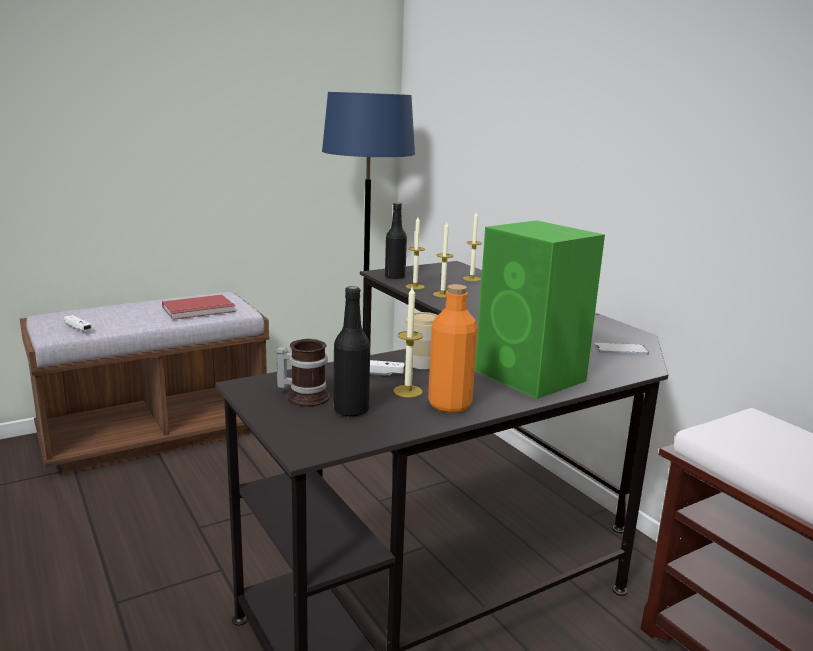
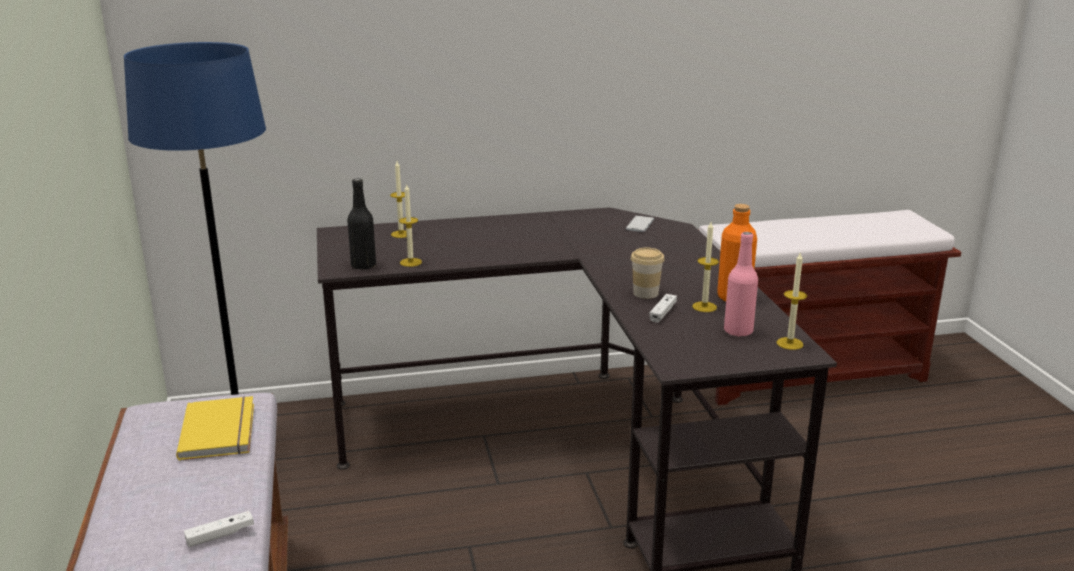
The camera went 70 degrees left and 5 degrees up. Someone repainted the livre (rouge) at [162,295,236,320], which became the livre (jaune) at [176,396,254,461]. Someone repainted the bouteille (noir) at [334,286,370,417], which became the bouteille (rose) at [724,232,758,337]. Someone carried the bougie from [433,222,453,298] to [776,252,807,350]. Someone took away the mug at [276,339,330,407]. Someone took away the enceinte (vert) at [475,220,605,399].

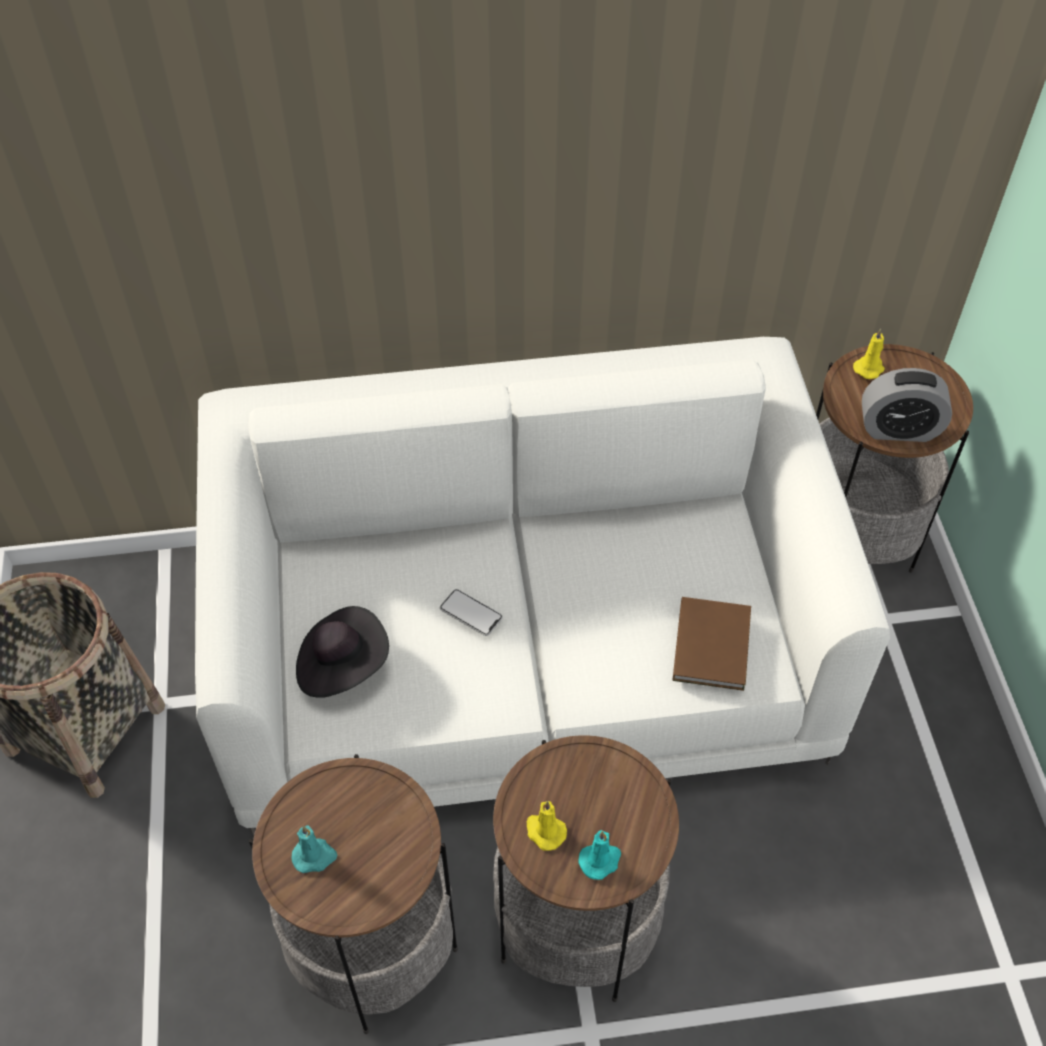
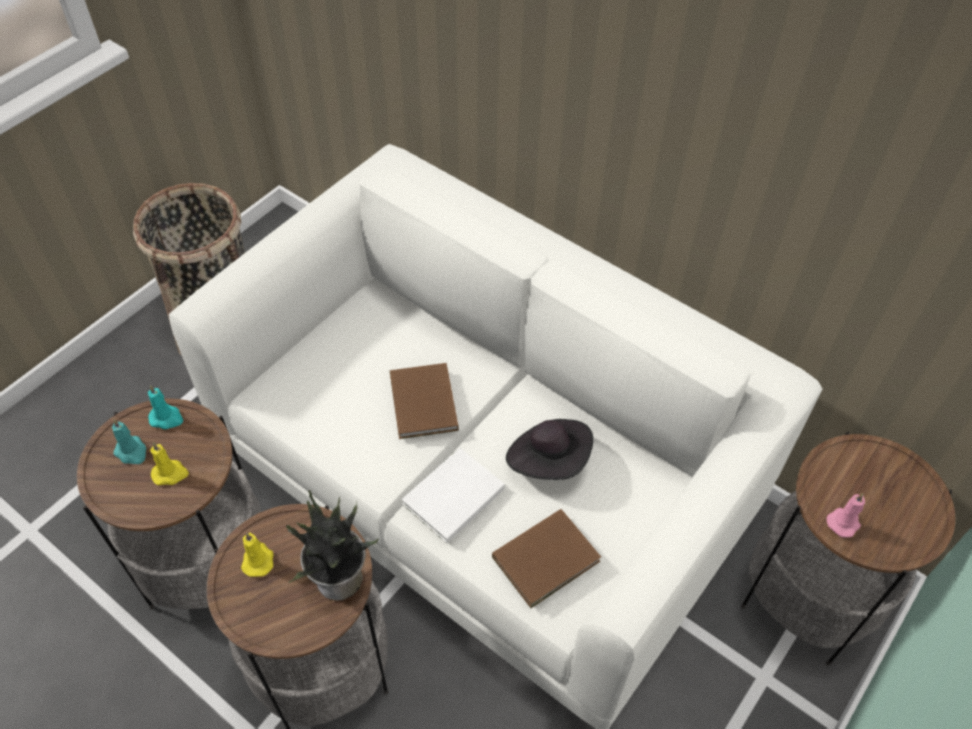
The camera went 45 degrees right and 0 degrees up. Someone carried the bougie (turquoise) from [578,830,621,880] to [148,385,183,429]. Someone carried the bougie (jaune) from [853,329,885,379] to [150,442,189,485]. Someone put down the plante en pot at [286,490,379,601]. Someone swapped the téléphone at [440,589,503,636] for the livre (marron) at [390,363,459,439]. Someone put down the livre (blanc) at [402,448,505,543]. Someone carried the chapeau (noir) from [296,606,389,698] to [506,419,594,480]. Someone swapped the réveil at [862,368,952,442] for the bougie (rose) at [827,493,865,538].

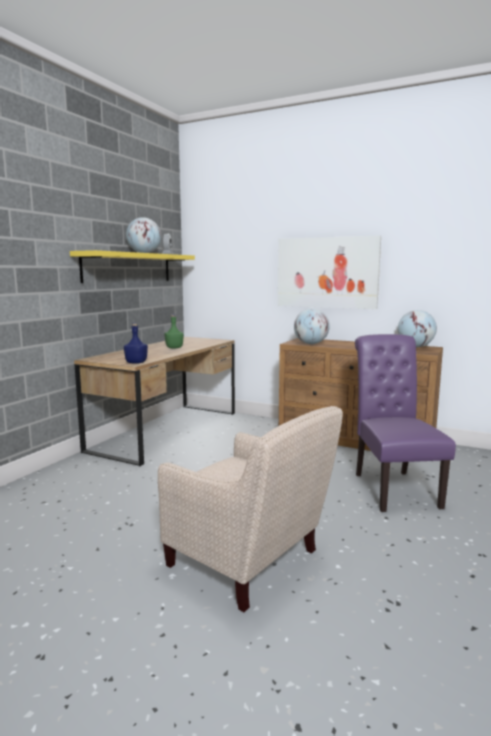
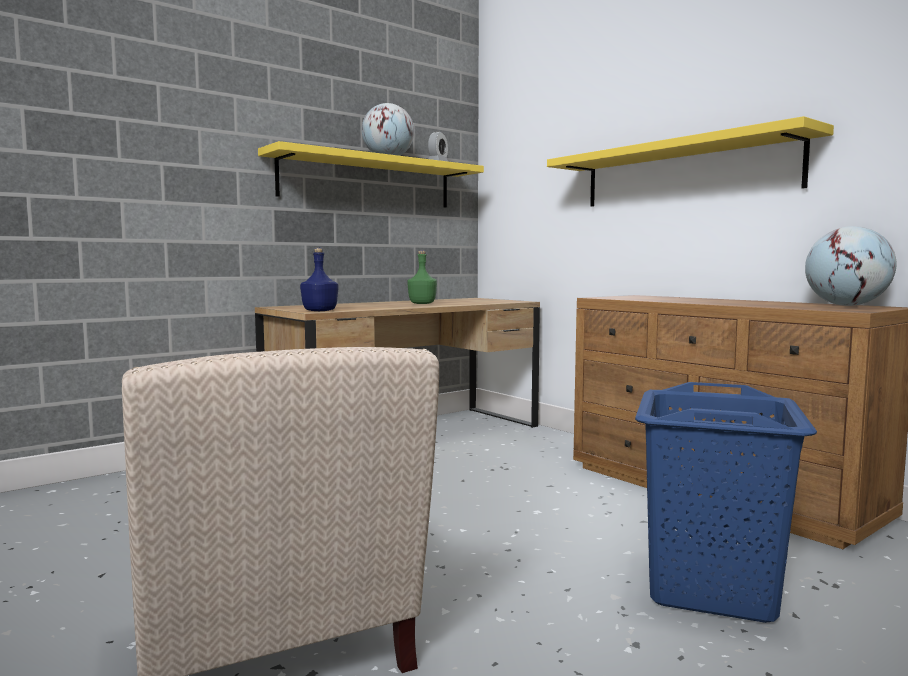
The camera went 25 degrees right and 5 degrees down. Someone swapped the tableau at [278,235,381,309] for the étagère (jaune) at [547,116,834,207]. Someone swapped the chaise (violet) at [355,334,456,512] for the panier à linge (bleu) at [635,382,817,623]. Someone took away the globe at [294,309,330,344].

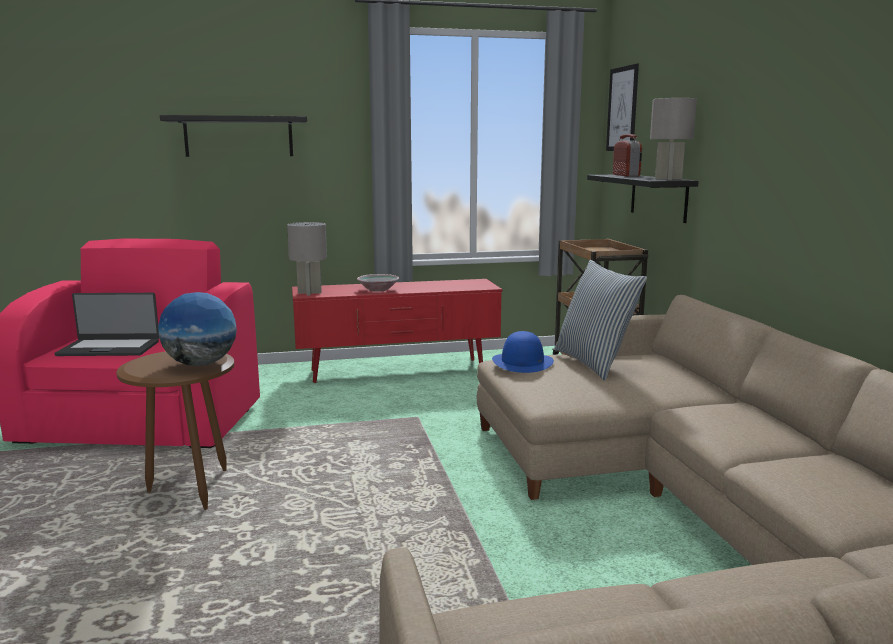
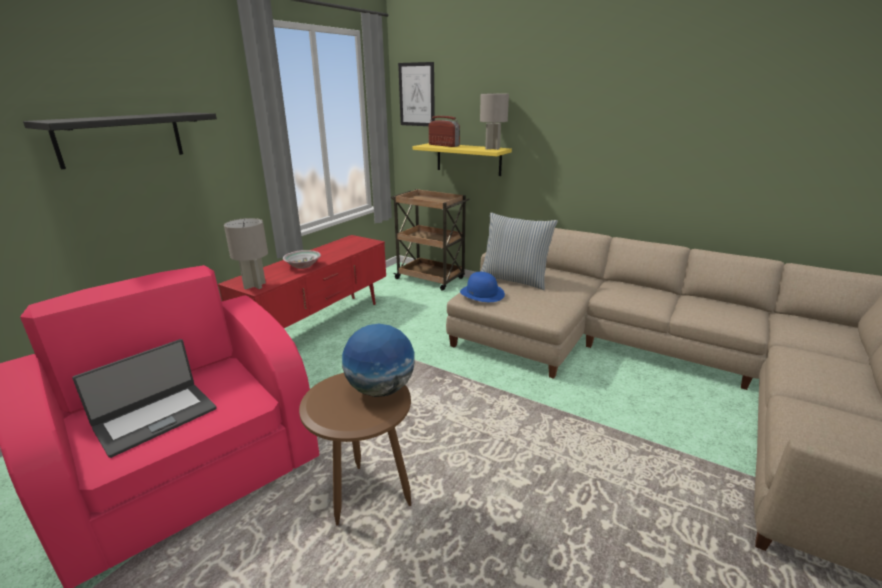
The camera went 45 degrees left and 10 degrees up. Someone repainted the étagère (noir) at [587,175,699,223], which became the étagère (jaune) at [412,143,512,176].

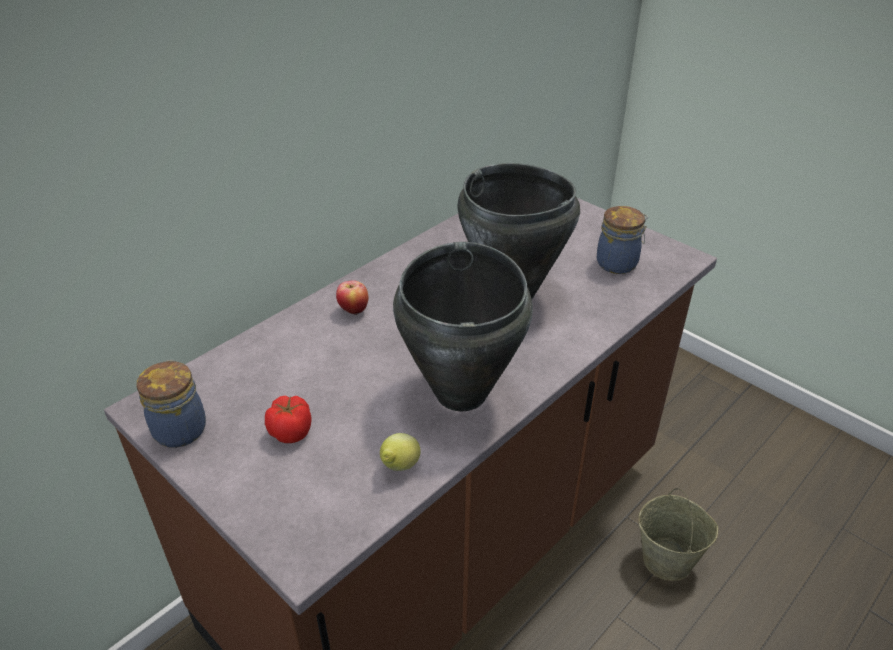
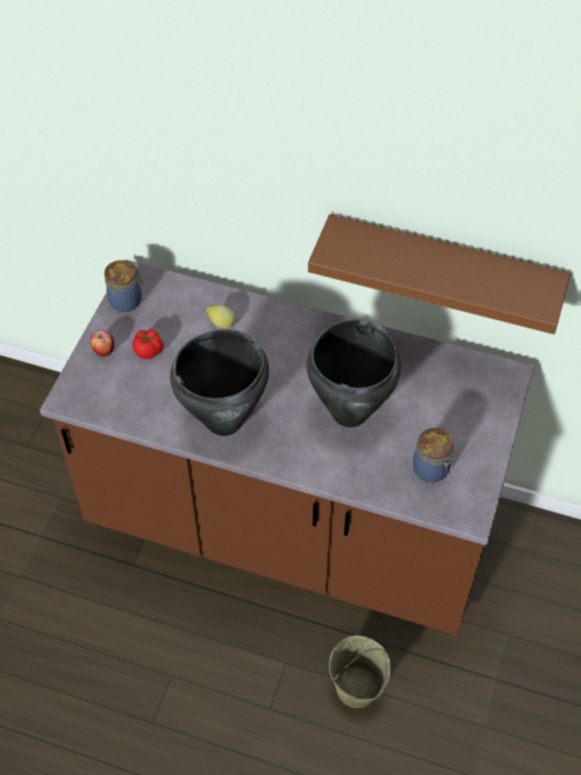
The camera went 65 degrees right and 15 degrees up. Someone carried the pomme from [336,280,368,315] to [90,330,114,357]. Someone carried the citron from [380,433,421,471] to [206,305,235,329]. Someone put up the étagère (marron) at [308,214,571,334].

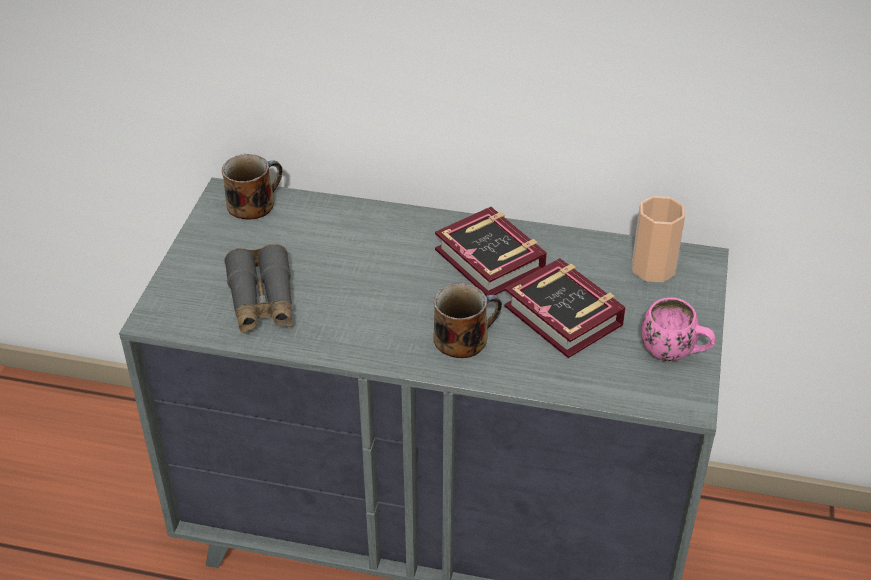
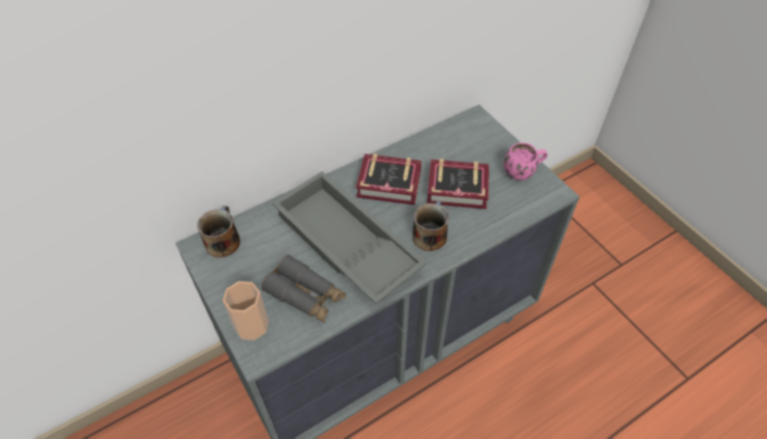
The camera went 45 degrees left and 10 degrees up. Someone carried the tasse from [632,196,685,282] to [223,281,269,340]. Someone put down the plateau (gris) at [272,171,427,304].

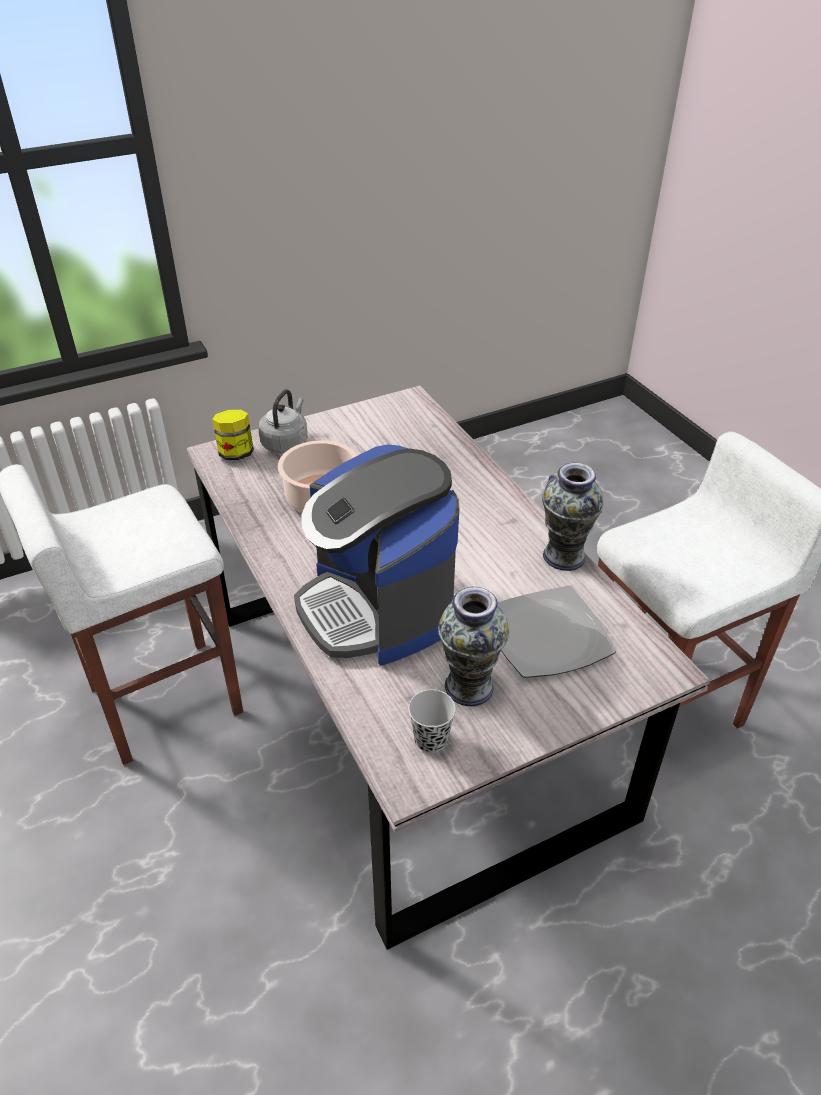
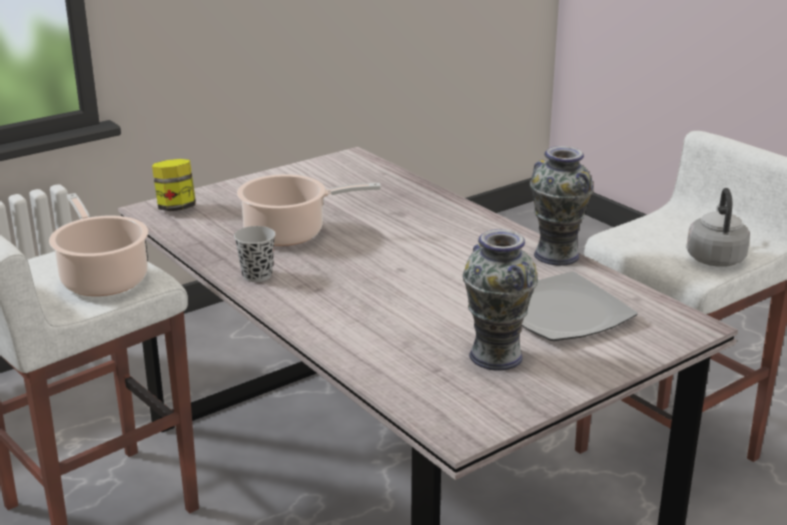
The camera went 10 degrees left and 15 degrees down. Someone put down the marmite at [49,193,148,296]. Someone carried the tasse (noir) from [408,690,456,753] to [234,226,276,282]. Someone carried the bouilloire (gris) from [258,389,308,453] to [686,188,750,267]. Someone took away the machine à café at [294,444,459,666].

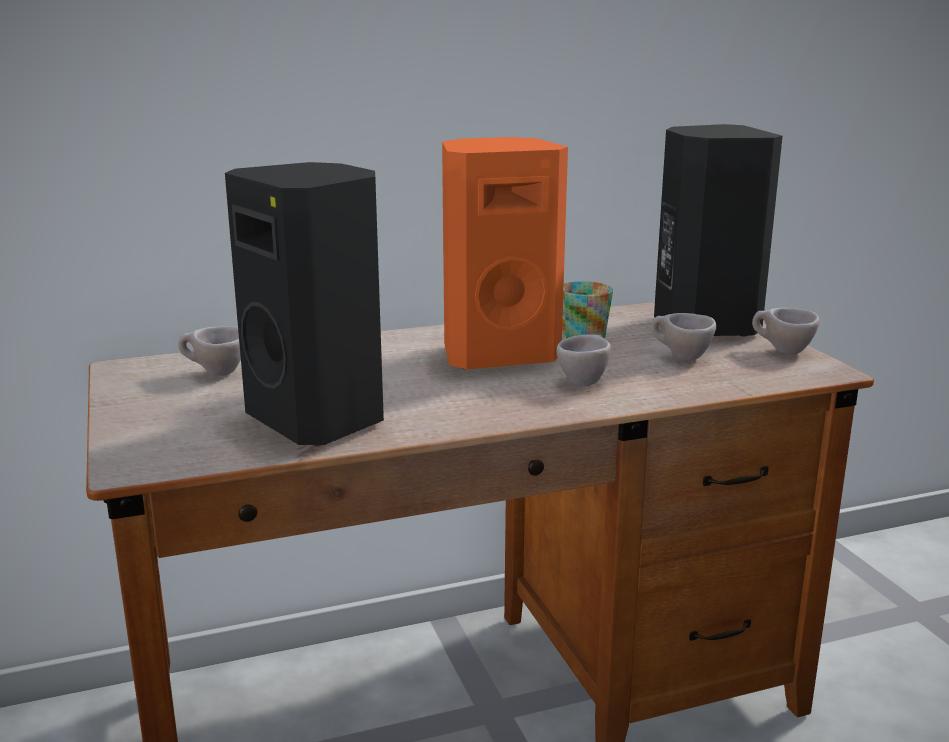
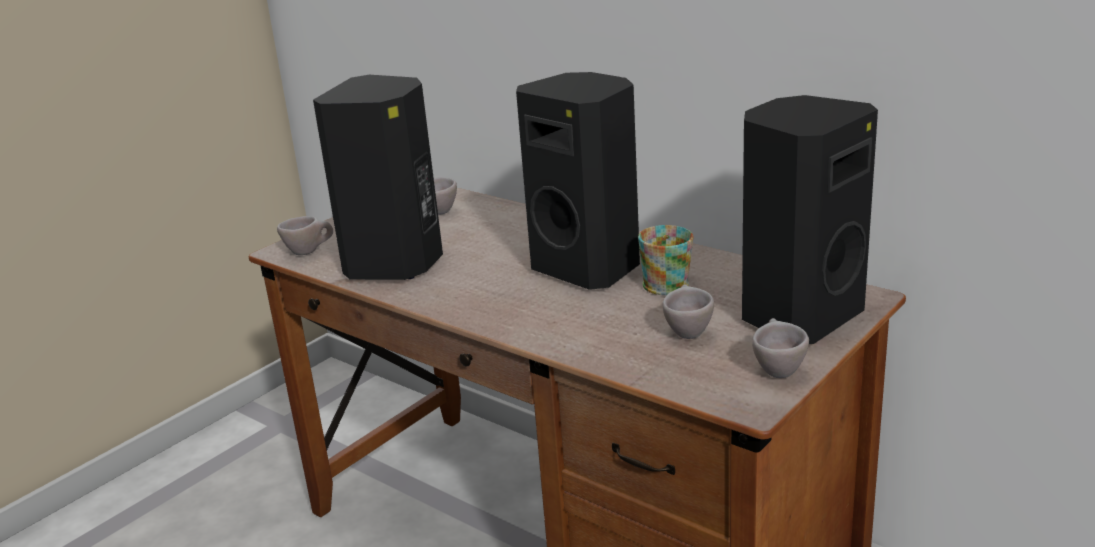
The camera went 60 degrees right and 5 degrees up. Someone carried the tasse (beige) from [557,335,611,386] to [277,216,333,255]. Someone repainted the enceinte (orange) at [442,137,568,369], which became the enceinte (noir) at [516,72,640,290].

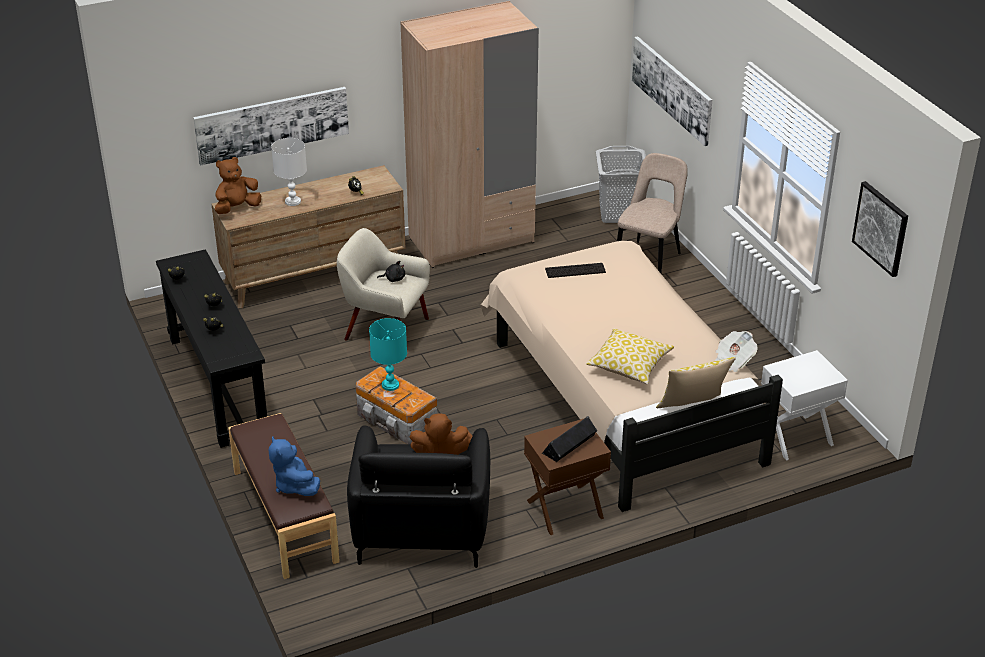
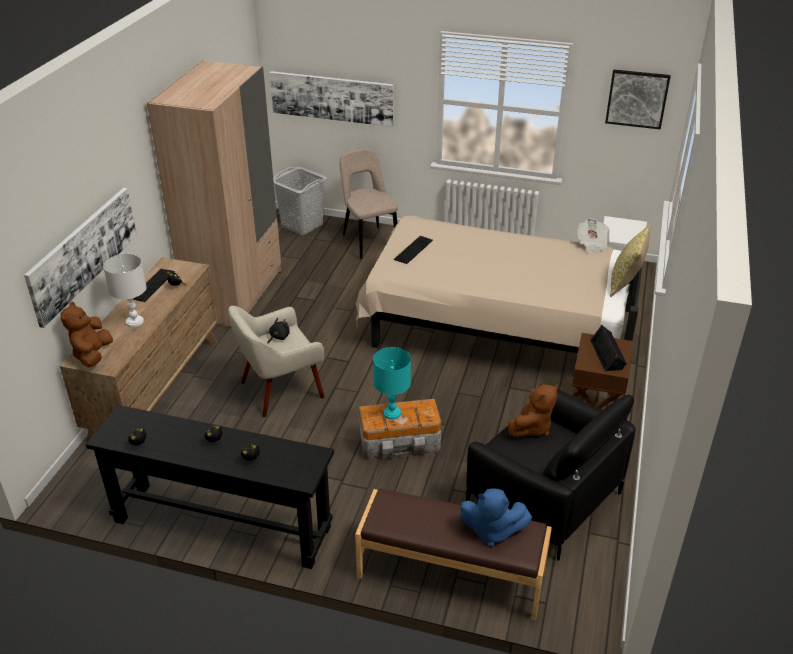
The camera went 50 degrees left and 0 degrees up. Someone put down the clavier at [133,269,175,302]. Someone took away the coussin at [586,328,674,384].

